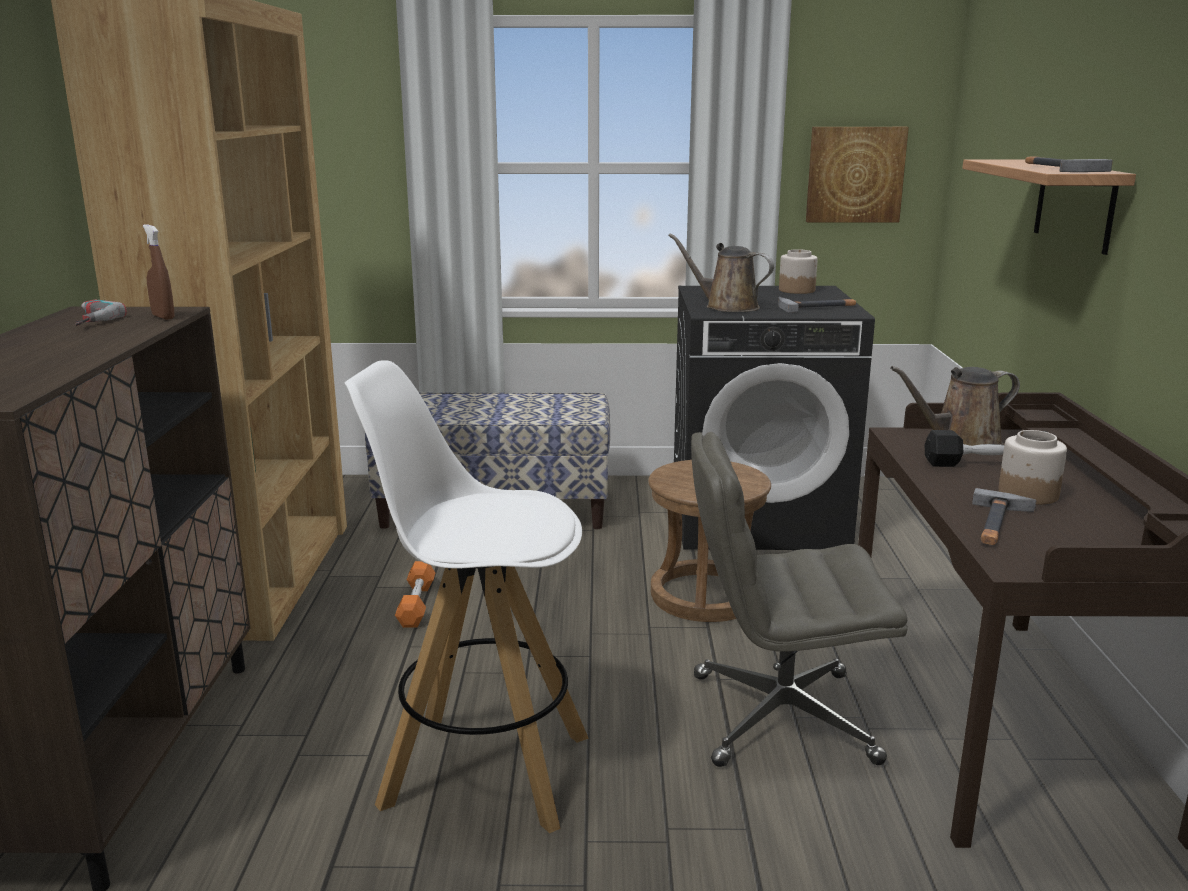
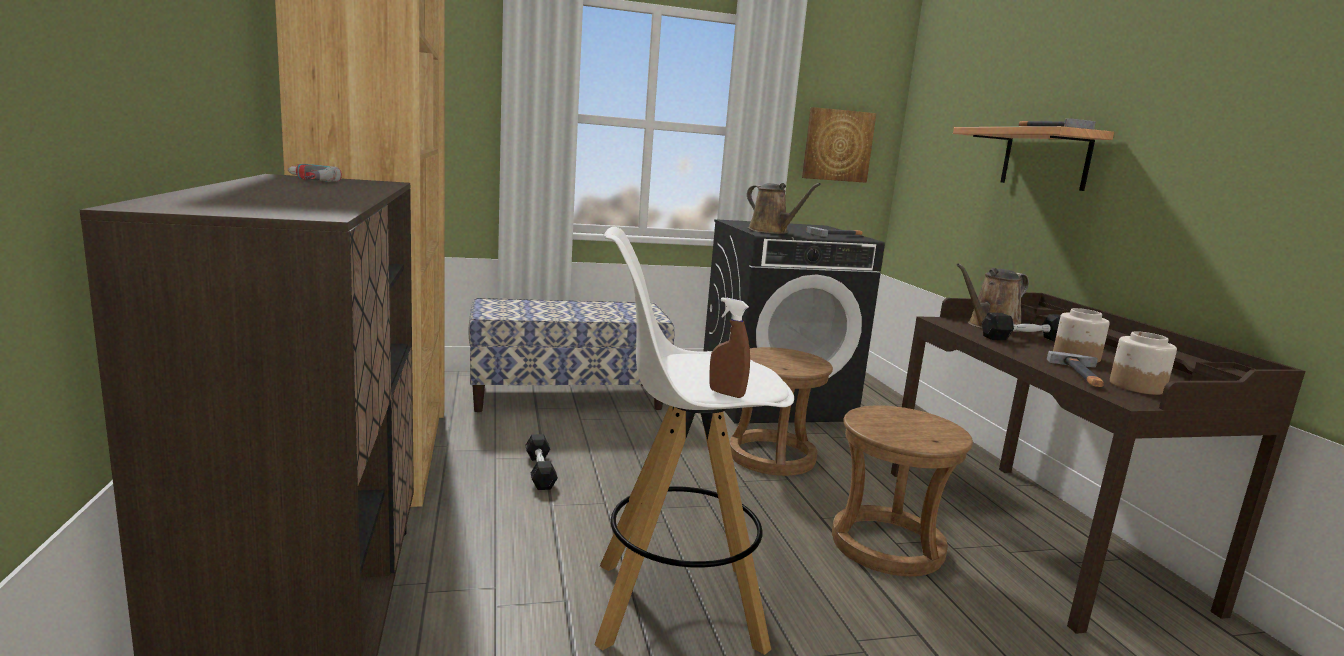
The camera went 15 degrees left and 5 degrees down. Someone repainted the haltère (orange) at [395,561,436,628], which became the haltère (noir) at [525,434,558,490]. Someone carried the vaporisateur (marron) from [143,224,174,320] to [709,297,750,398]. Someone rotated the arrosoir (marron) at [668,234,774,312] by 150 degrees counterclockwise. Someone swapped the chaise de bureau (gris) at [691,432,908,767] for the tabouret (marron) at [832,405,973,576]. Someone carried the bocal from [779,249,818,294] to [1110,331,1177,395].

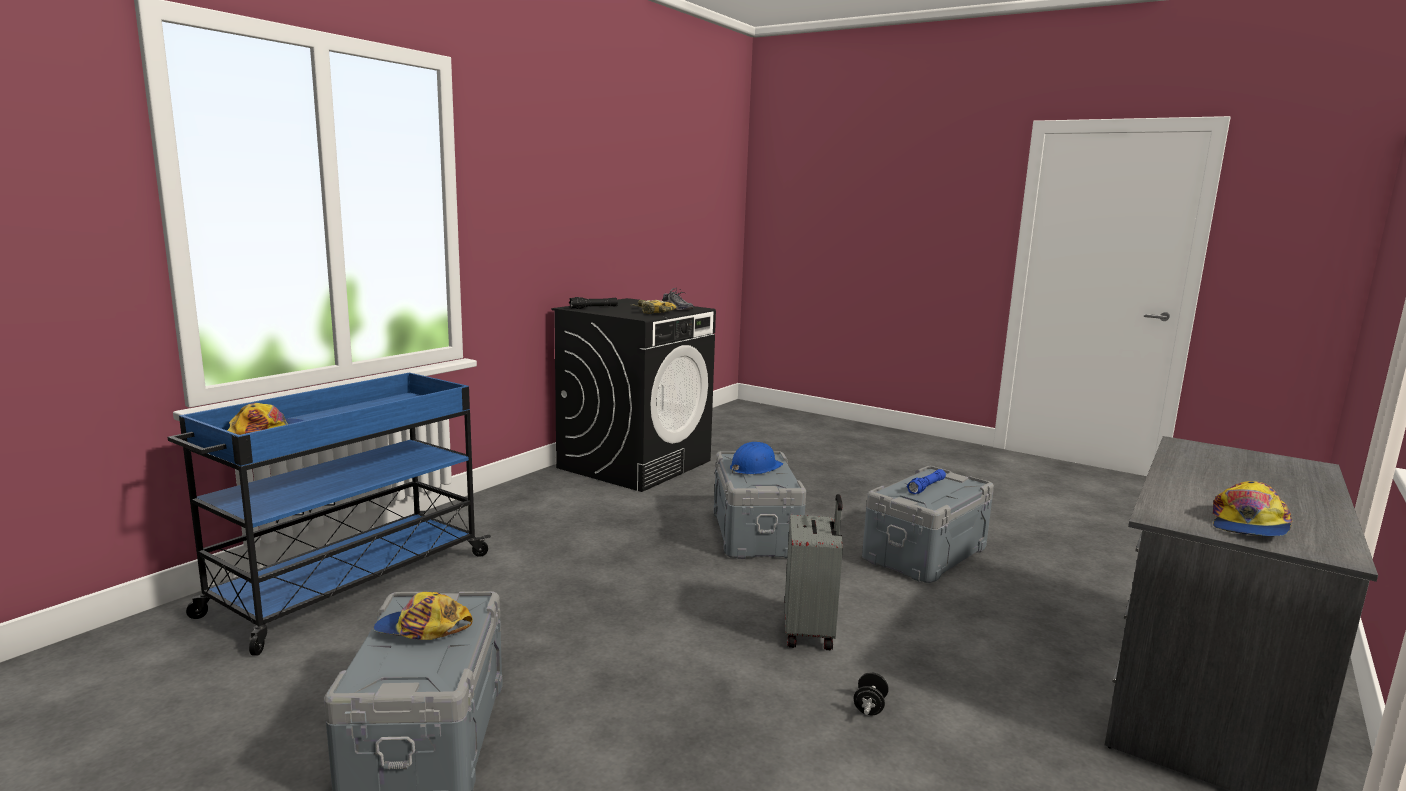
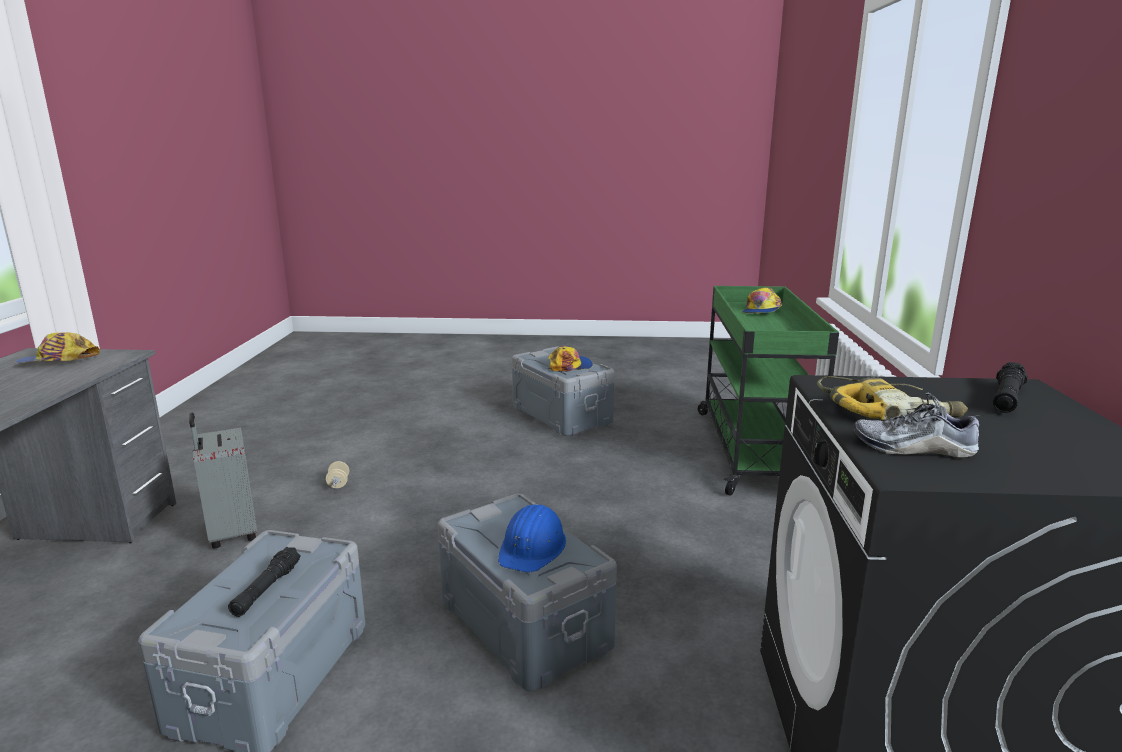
The camera went 150 degrees right and 5 degrees up. Someone rotated the casquette at [1213,481,1292,536] by 105 degrees counterclockwise. Someone carried the valise (gris) from [785,494,843,650] to [189,413,257,549]. Someone repainted the lampe de poche (bleu) at [907,469,946,494], which became the lampe de poche (noir) at [228,547,301,617]. Someone repainted the haltère (noir) at [854,672,889,715], which became the haltère (beige) at [326,461,349,488]. Someone repainted the chariot (bleu) at [168,373,491,655], which became the chariot (vert) at [698,286,839,496].

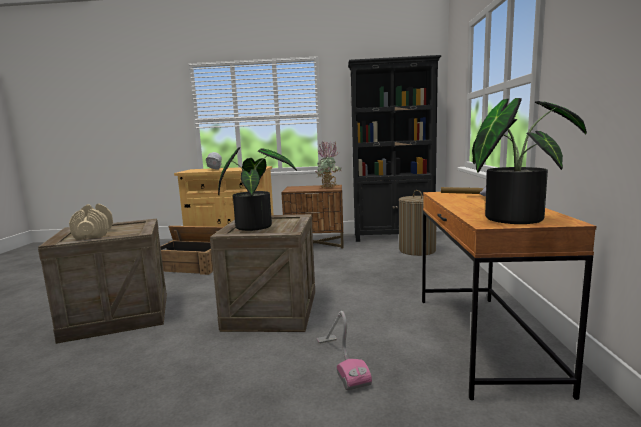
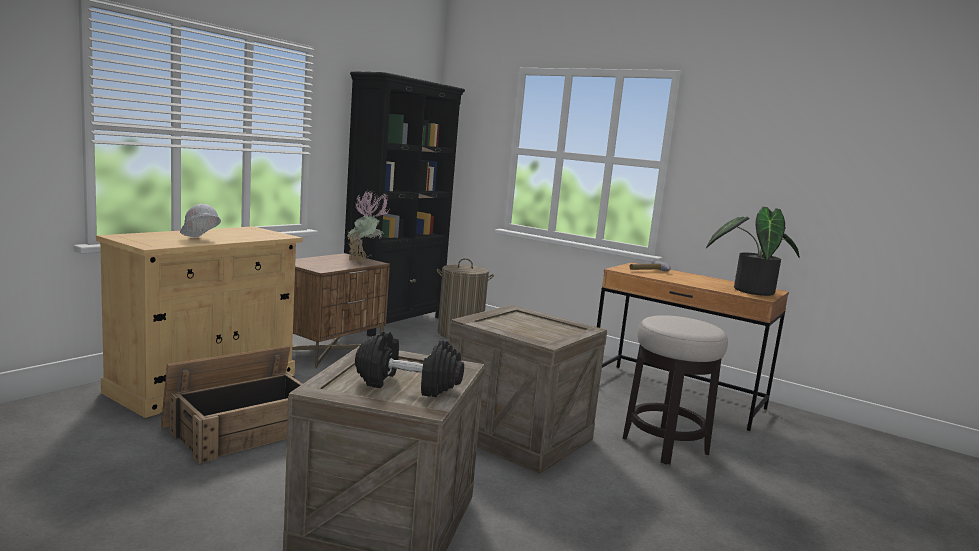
The camera went 60 degrees left and 0 degrees up. Someone repainted the haltère (beige) at [69,203,113,240], which became the haltère (noir) at [355,331,464,397]. Someone swapped the aspirateur at [317,311,372,390] for the tabouret at [623,315,728,464]. Someone took away the plante en pot at [218,147,297,231].

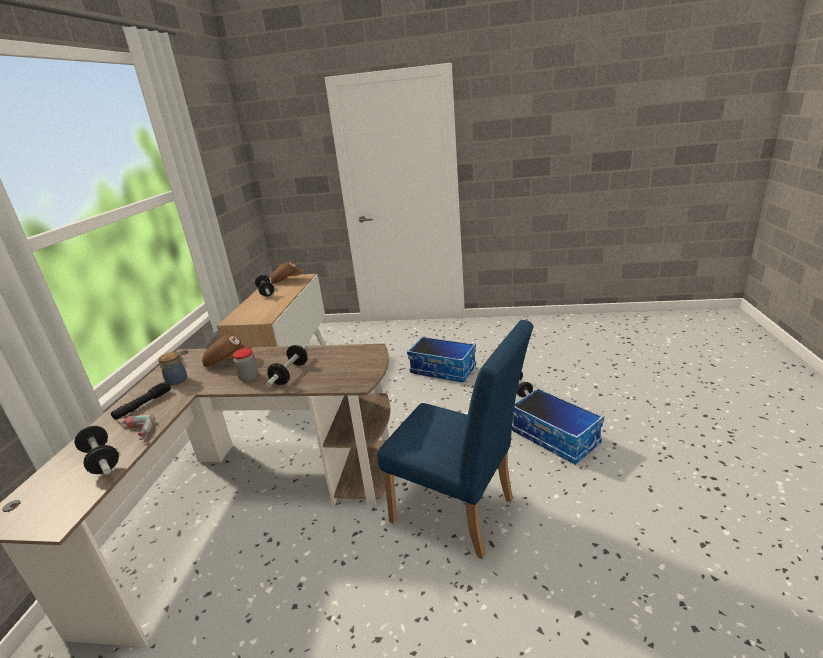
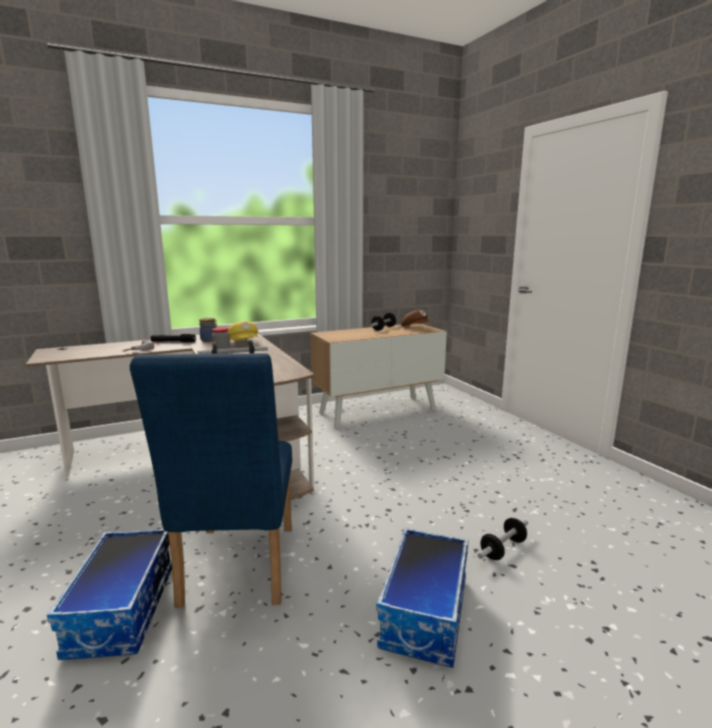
The camera went 55 degrees right and 10 degrees down. Someone carried the boîte de rangement from [407,336,476,382] to [47,529,172,660]. Someone repainted the casquette (marron) at [202,335,252,367], which became the casquette (jaune) at [227,321,258,341]. Someone took away the haltère at [74,426,119,474].

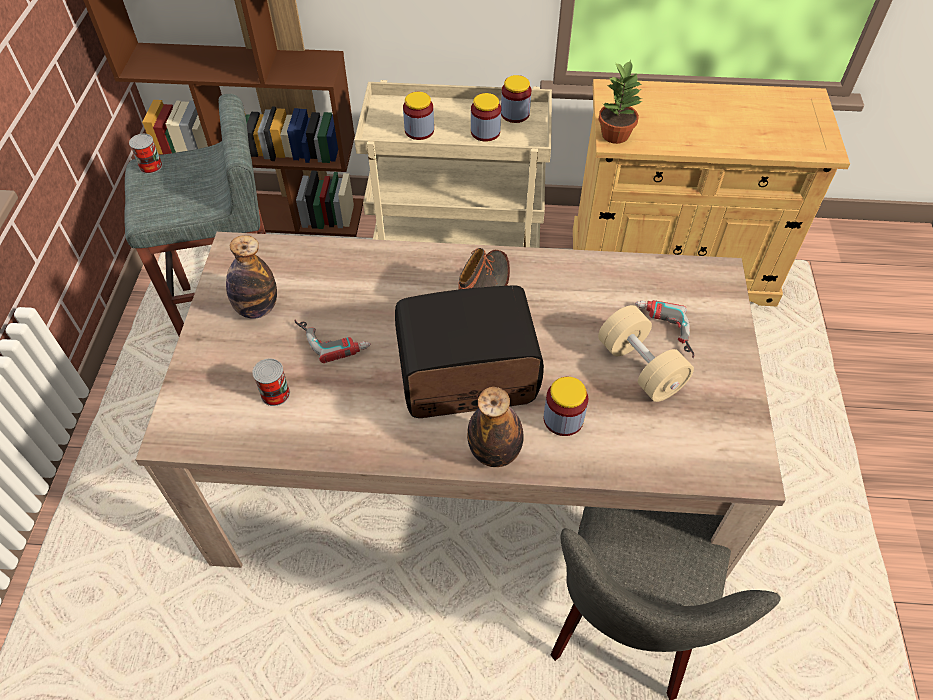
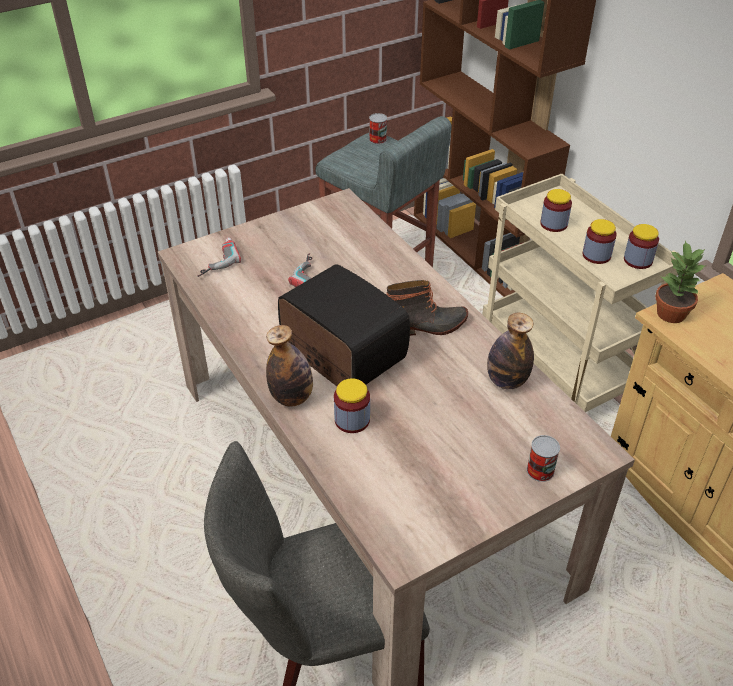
The camera went 55 degrees right and 10 degrees down. Someone carried the perceuse from [635,300,694,358] to [197,237,241,277]. Someone carried the bouteille from [226,235,277,319] to [487,313,534,390]. Someone carried the boîte métallique from [252,359,290,406] to [527,435,560,482]. Someone took away the haltère (beige) at [598,305,694,402].

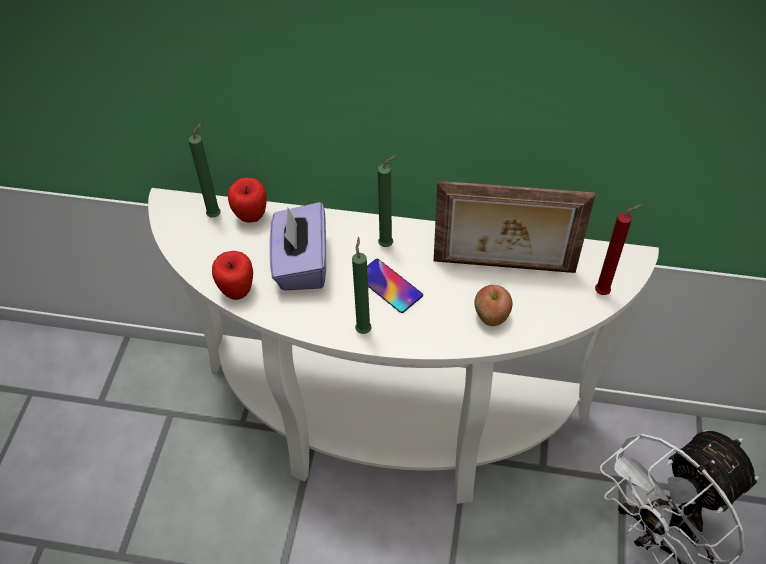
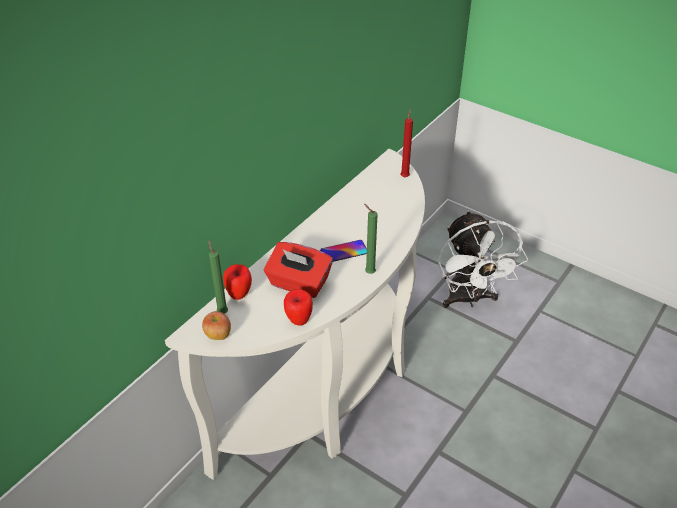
The camera went 65 degrees left and 10 degrees down. Someone carried the pomme from [474,285,512,326] to [202,311,231,340]. Someone repainted the boîte à mouchoirs (violet) at [269,202,326,291], which became the boîte à mouchoirs (rouge) at [264,242,333,298]. Someone took away the bougie (vert) at [378,155,397,247]. Someone took away the cadre photo at [434,181,596,273].

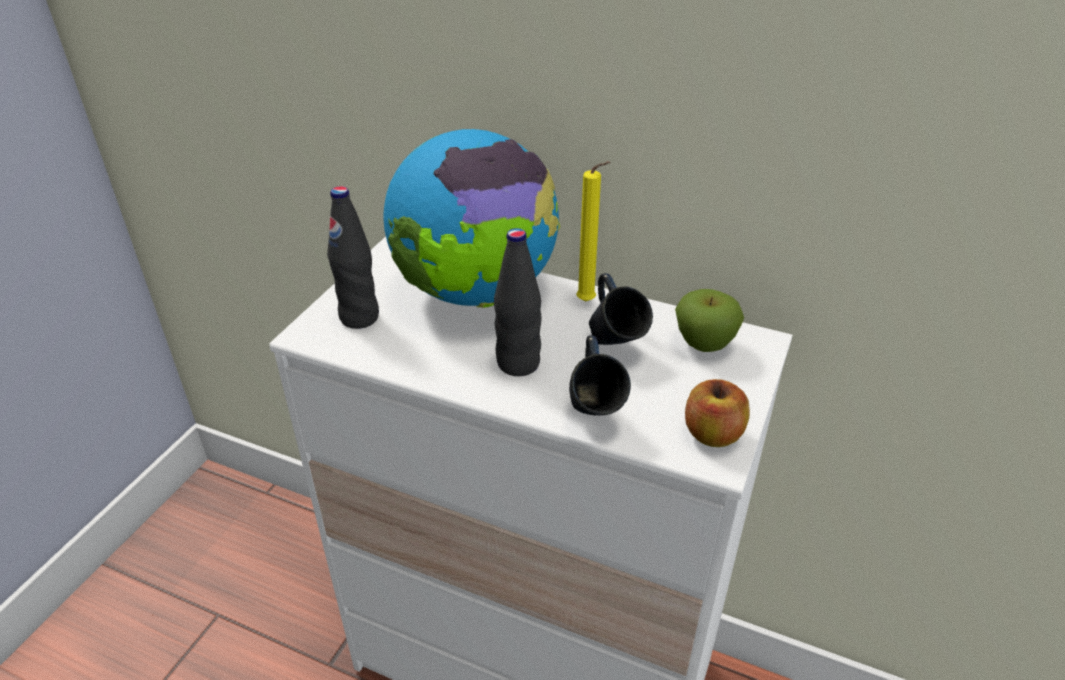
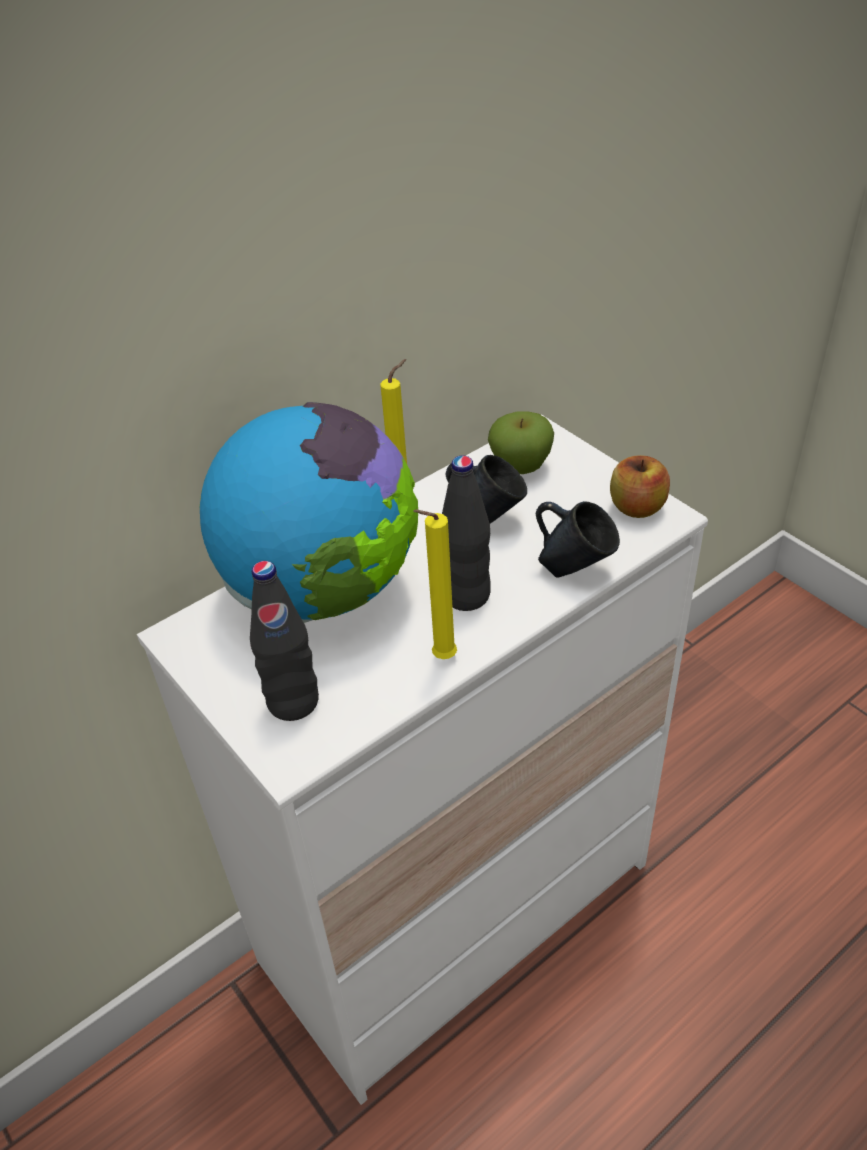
The camera went 60 degrees left and 5 degrees up. Someone put down the bougie (jaune) at [414,509,457,659].

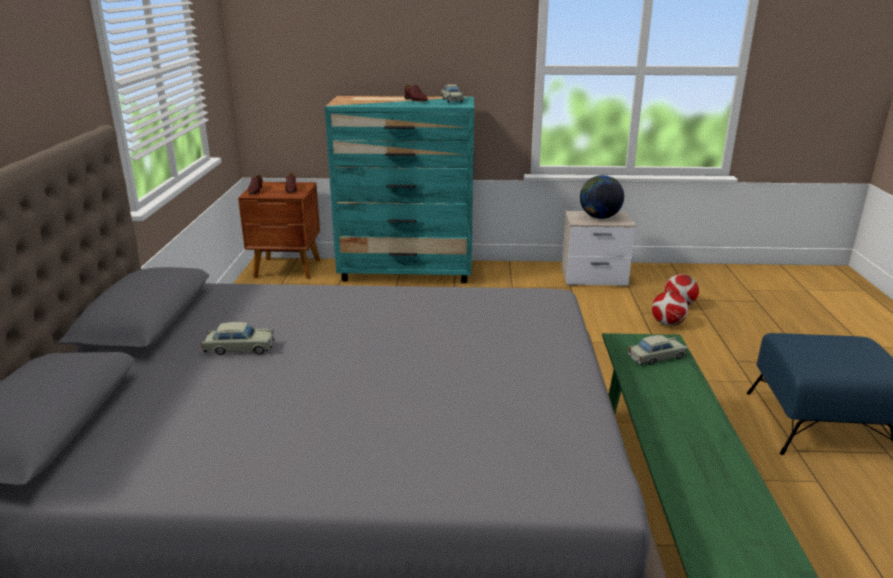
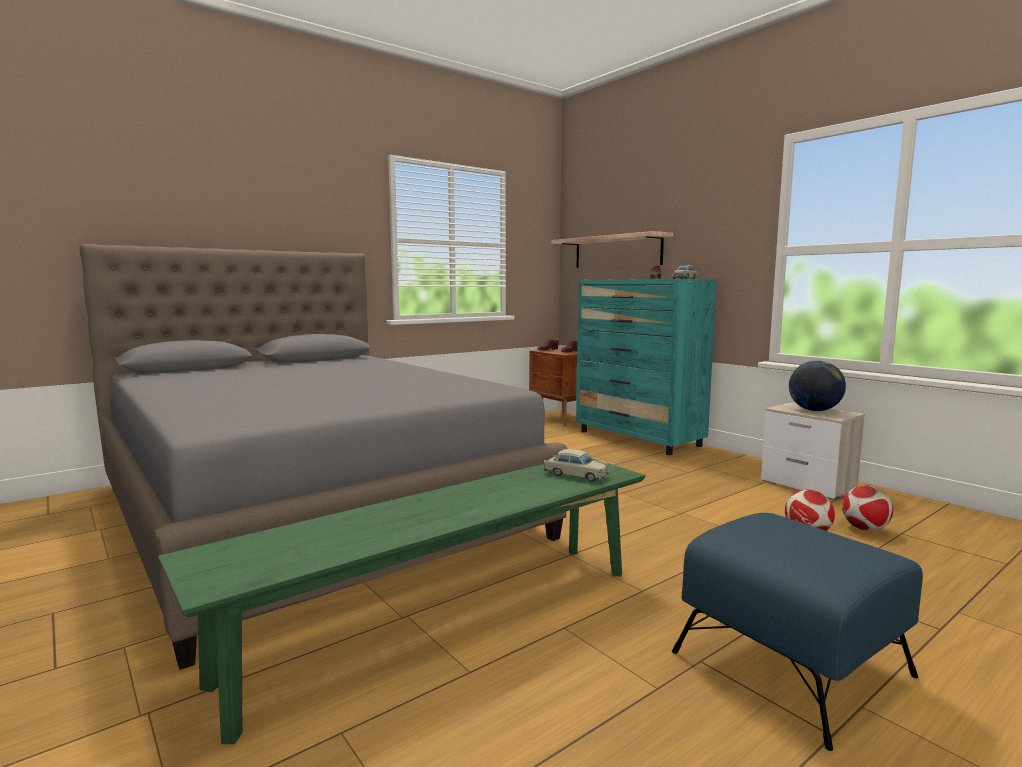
The camera went 50 degrees right and 15 degrees down. Someone put up the étagère at [551,231,673,268]. Someone took away the petite voiture (beige) at [201,322,275,355].

